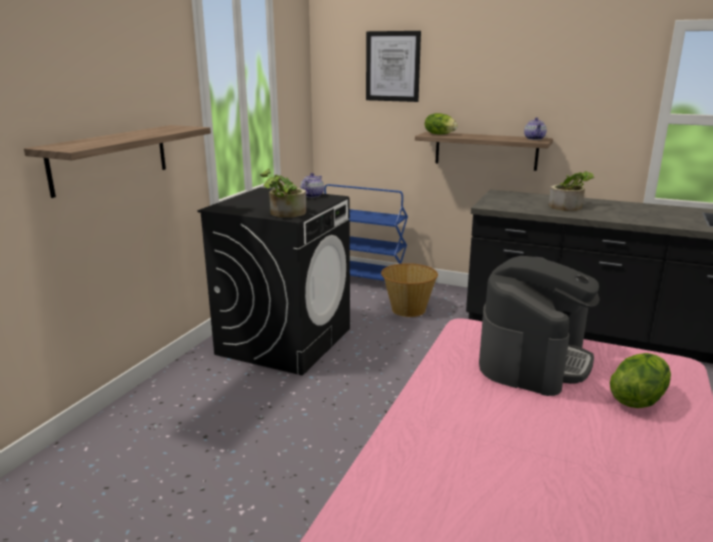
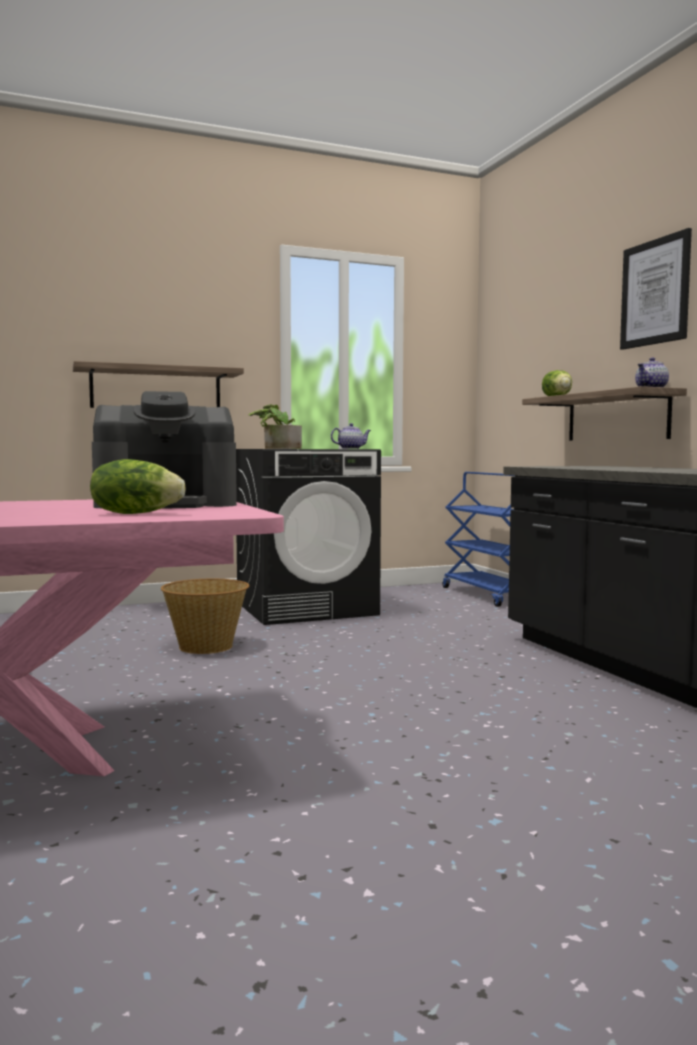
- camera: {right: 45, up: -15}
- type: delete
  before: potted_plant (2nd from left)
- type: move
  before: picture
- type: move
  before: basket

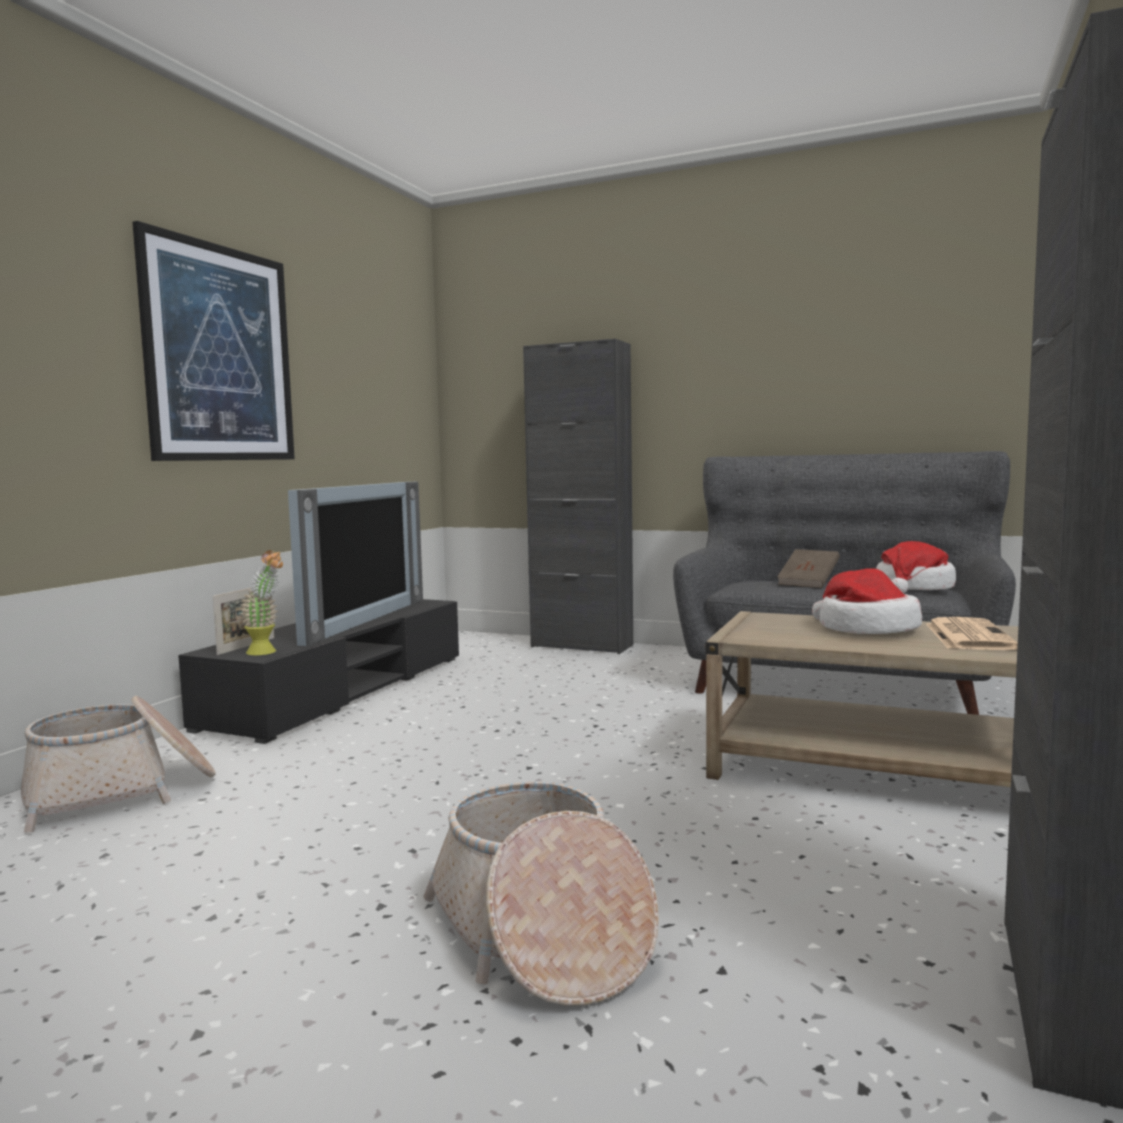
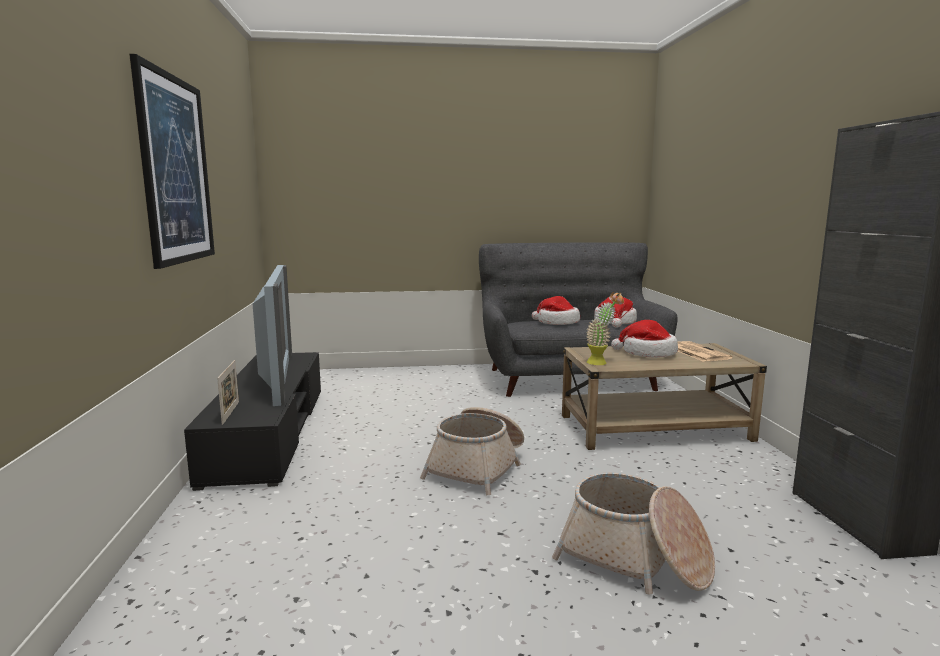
- camera: {right: -30, up: 5}
- type: delete
  before: black_cabinet (1st from left)
- type: move
  before: basket (1st from left)
- type: move
  before: potted_plant
- type: replace
  before: brown_book
  after: hat (1st from left)

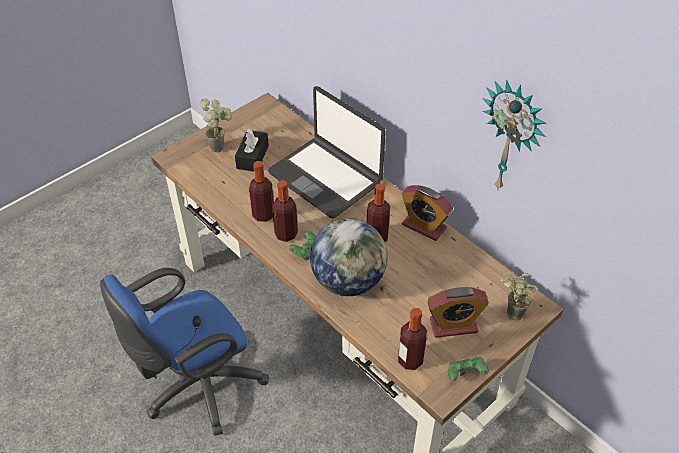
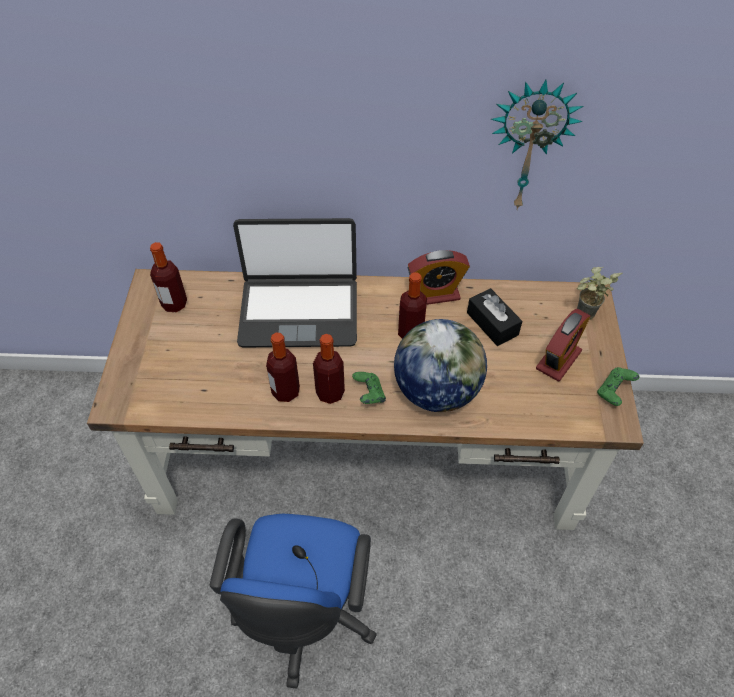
- camera: {right: -45, up: 5}
- type: delete
  before: potted_plant (1st from left)
- type: move
  before: black_tissue_box
- type: move
  before: bottle (4th from left in the first image)
  after: bottle (1st from left)

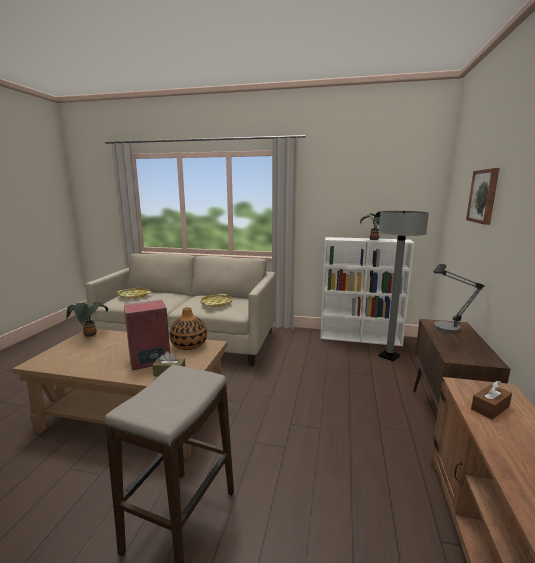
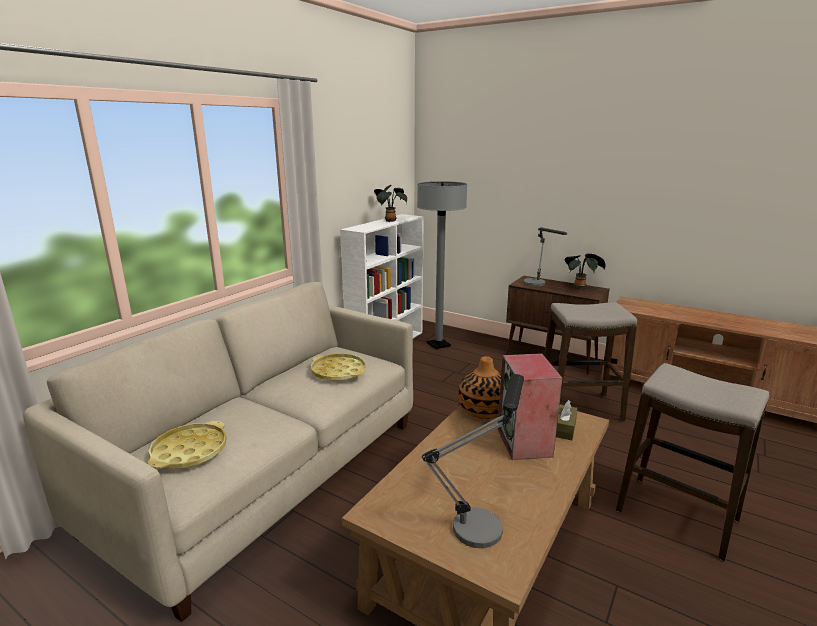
- camera: {right: -70, up: 5}
- type: delete
  before: picture
- type: delete
  before: brown_tissue_box (2nd from left)
- type: insert
  after: table_lamp (1st from left)
- type: insert
  after: stool (1st from left)
- type: move
  before: potted_plant (1st from left in the first image)
  after: potted_plant (2nd from left)

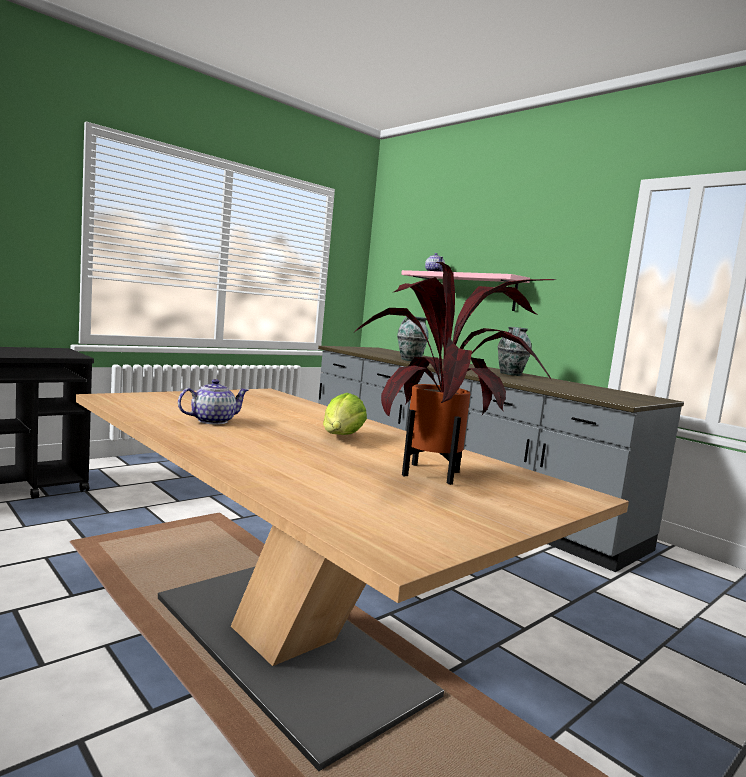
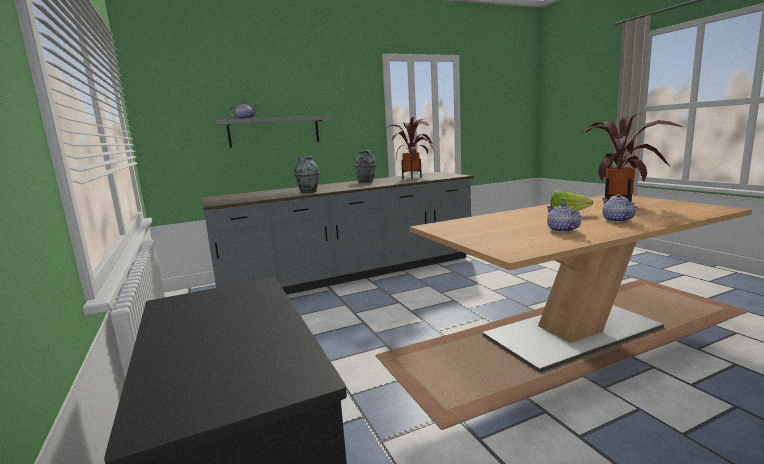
- camera: {right: -70, up: 5}
- type: insert
  after: potted_plant (1st from left)
- type: insert
  after: teapot (3rd from left)
- type: recolor
  before: pink_shelf
  after: grey_shelf

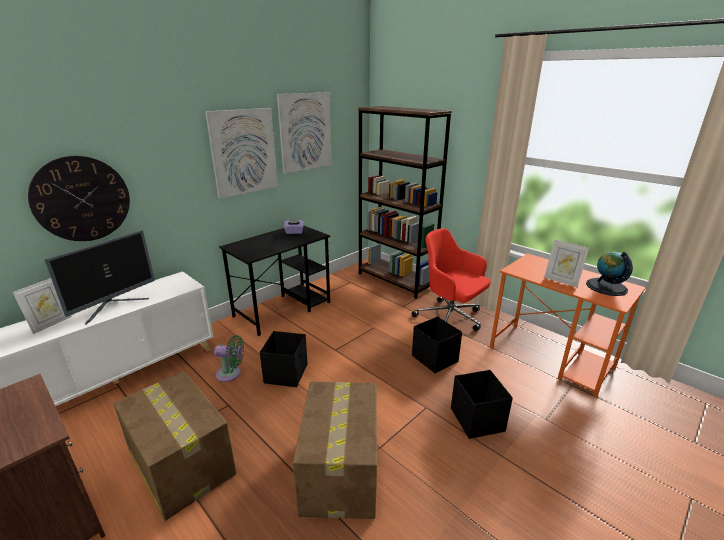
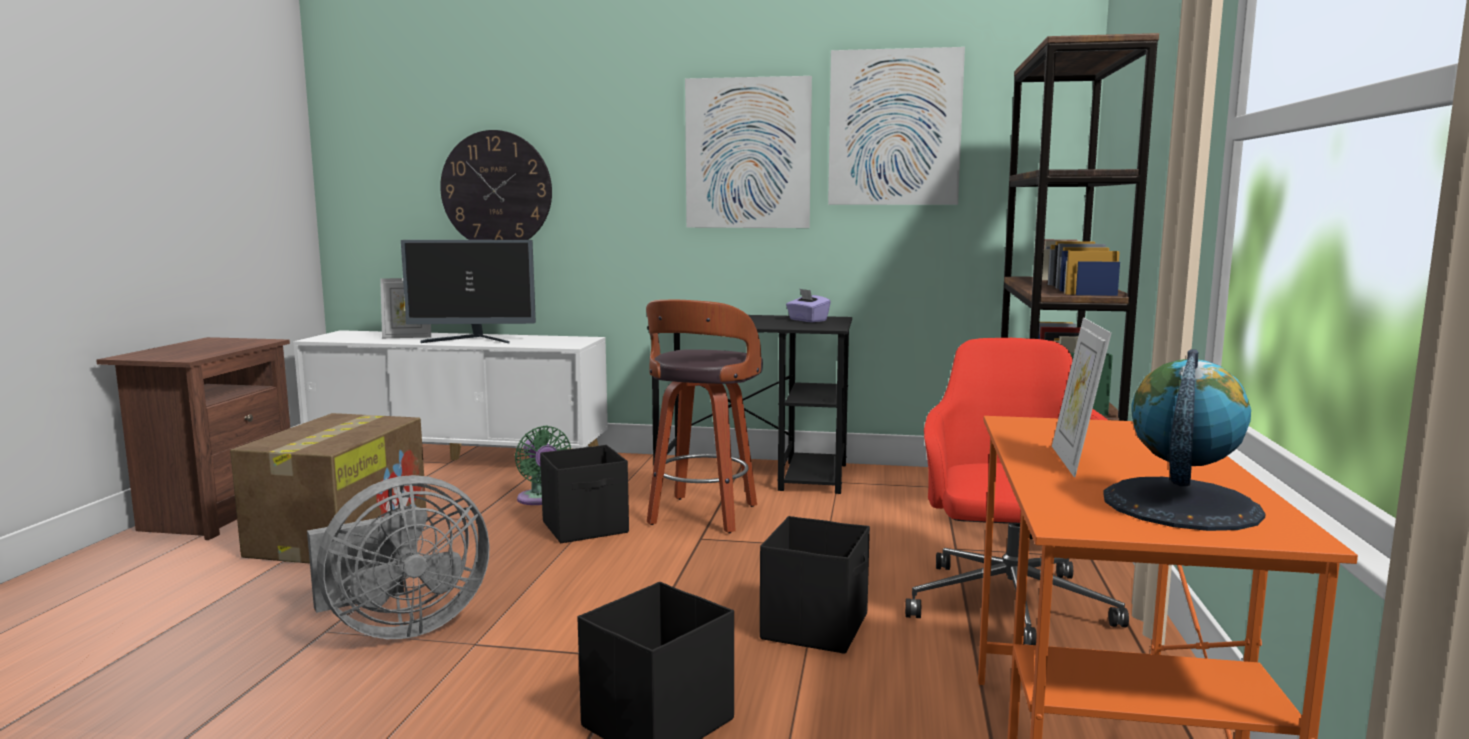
- camera: {right: 55, up: -15}
- type: insert
  after: stool
- type: replace
  before: cardboard_box (2nd from left)
  after: grey_fan

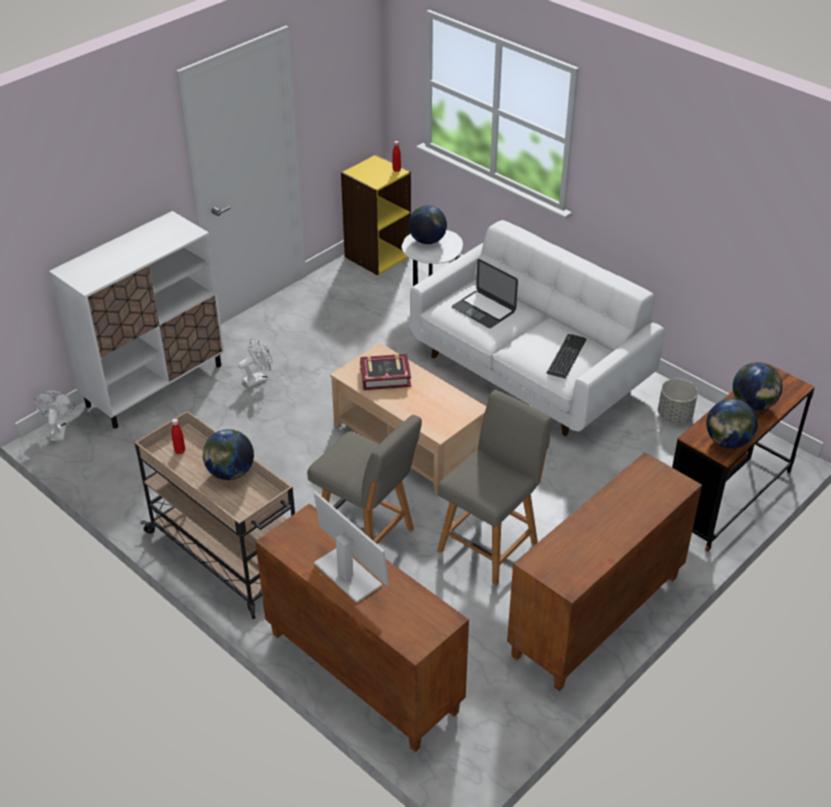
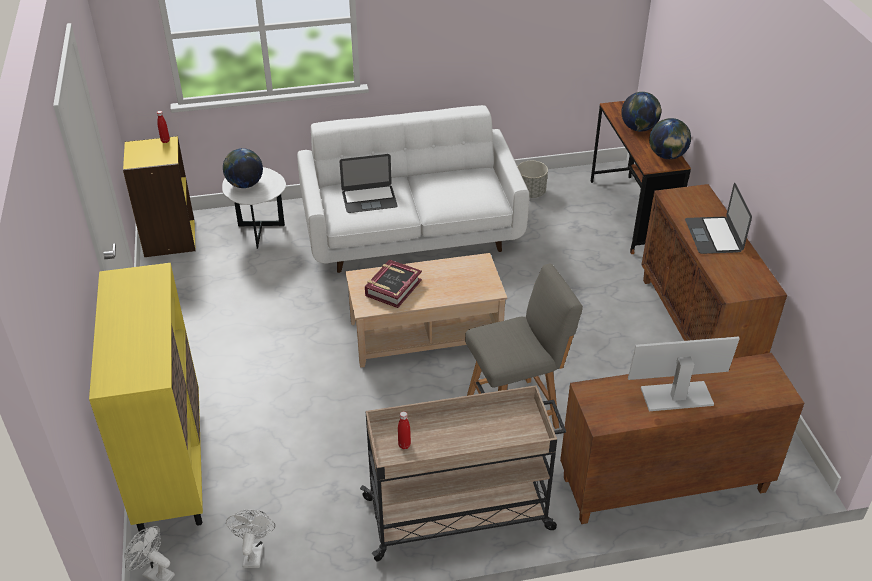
- camera: {right: -55, up: 0}
- type: delete
  before: globe (1st from left)
- type: delete
  before: grey_chair (2nd from left)
- type: delete
  before: keyboard
- type: insert
  after: laptop (2nd from left)
- type: move
  before: white_fan (2nd from left)
- type: recolor
  before: white_cabinet
  after: yellow_cabinet

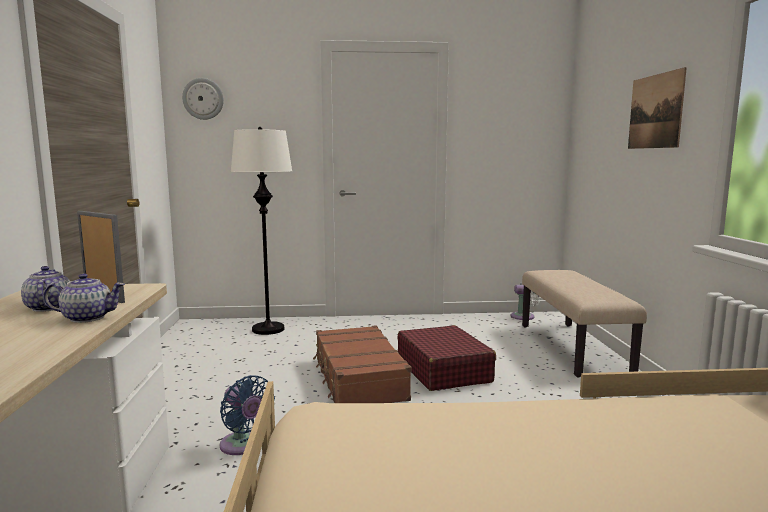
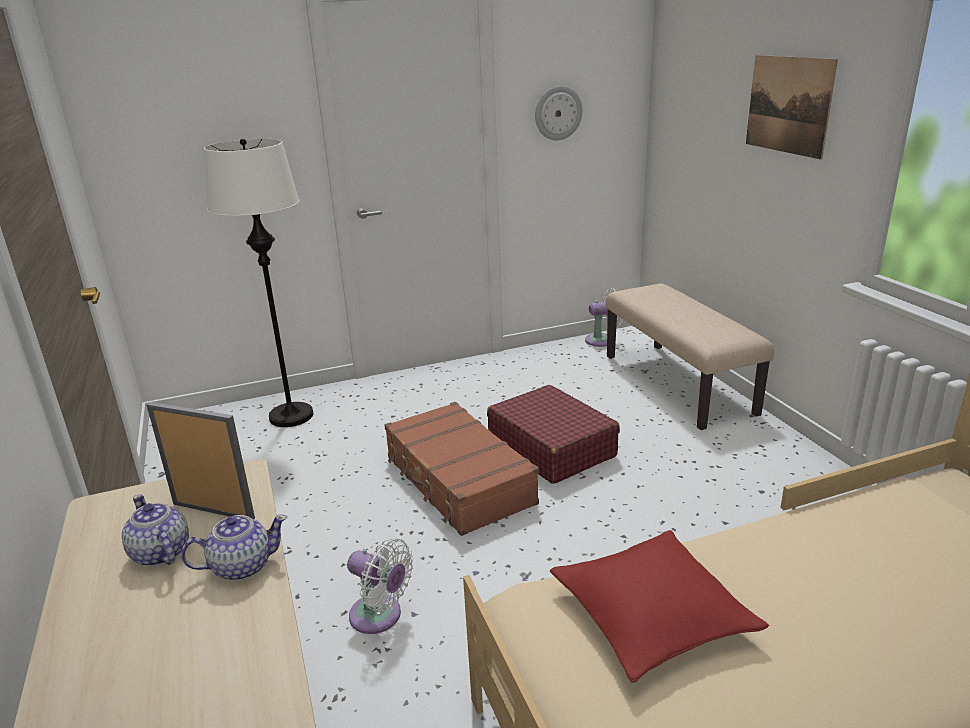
- camera: {right: -15, up: 15}
- type: insert
  after: red_pillow
- type: move
  before: wall_clock
- type: recolor
  before: blue_fan
  after: white_fan (1st from left)

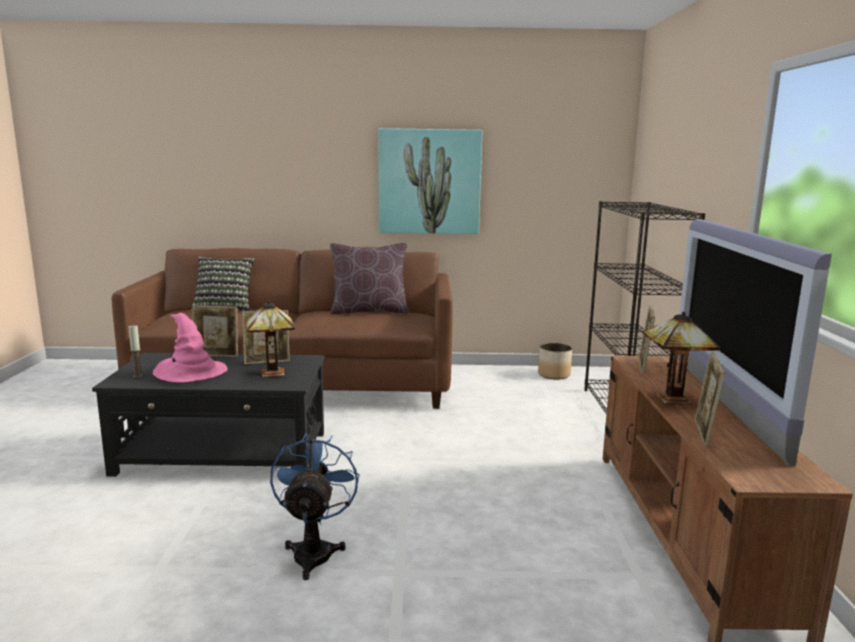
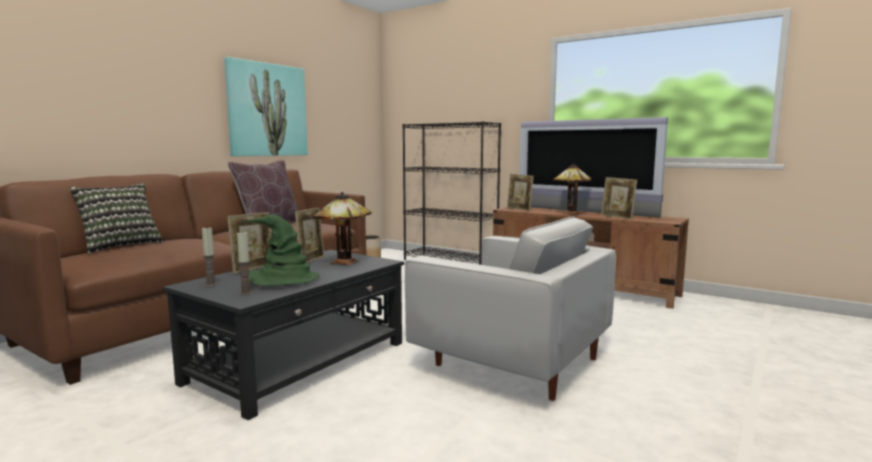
- camera: {right: -55, up: -5}
- type: insert
  after: candle (1st from left)
- type: replace
  before: blue_fan
  after: white_armchair
- type: recolor
  before: pink_hat
  after: green_hat

